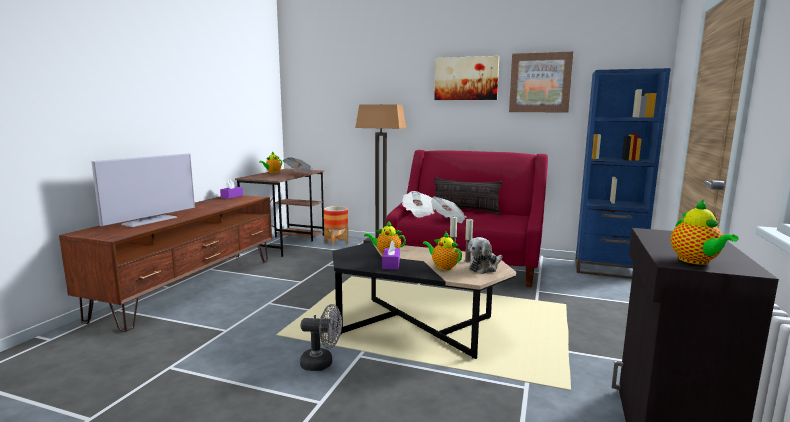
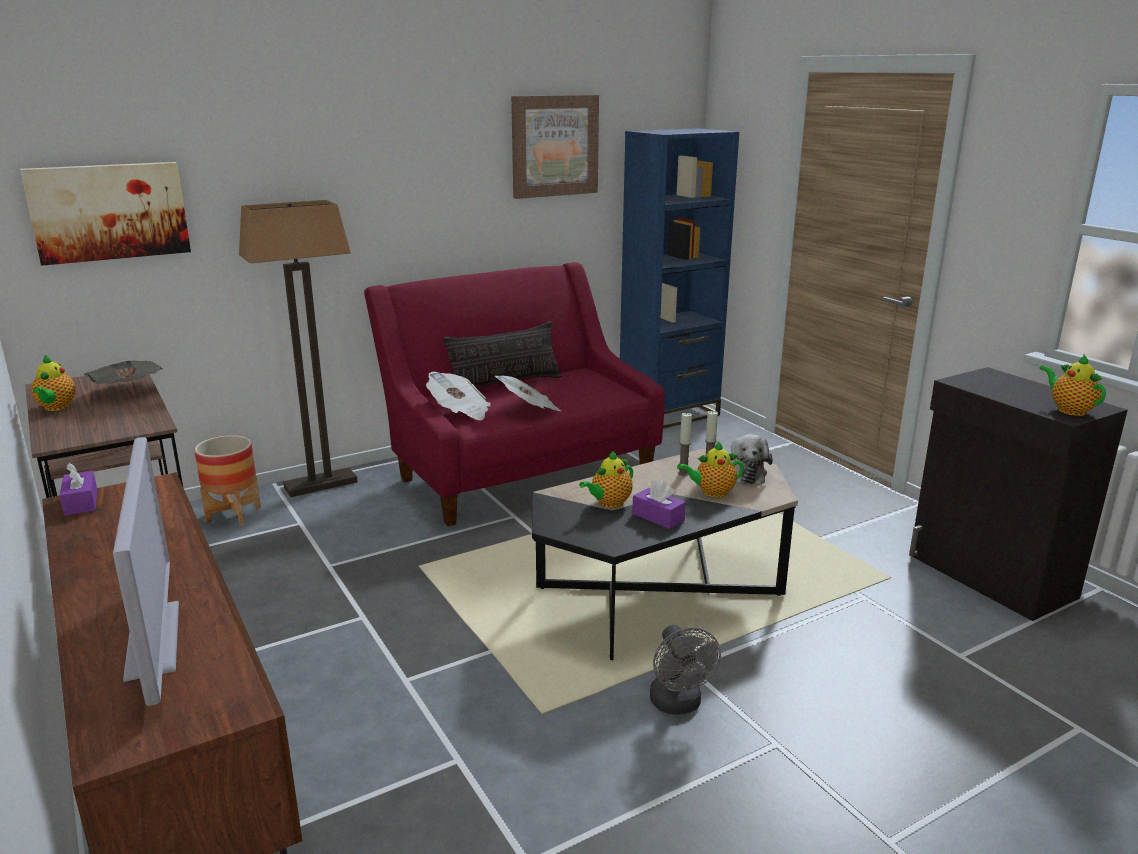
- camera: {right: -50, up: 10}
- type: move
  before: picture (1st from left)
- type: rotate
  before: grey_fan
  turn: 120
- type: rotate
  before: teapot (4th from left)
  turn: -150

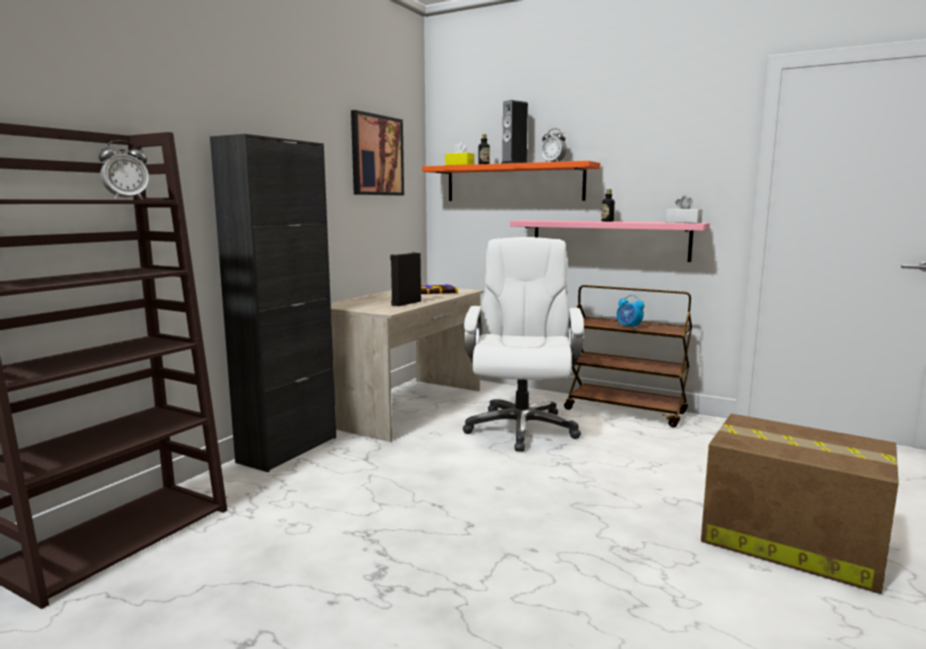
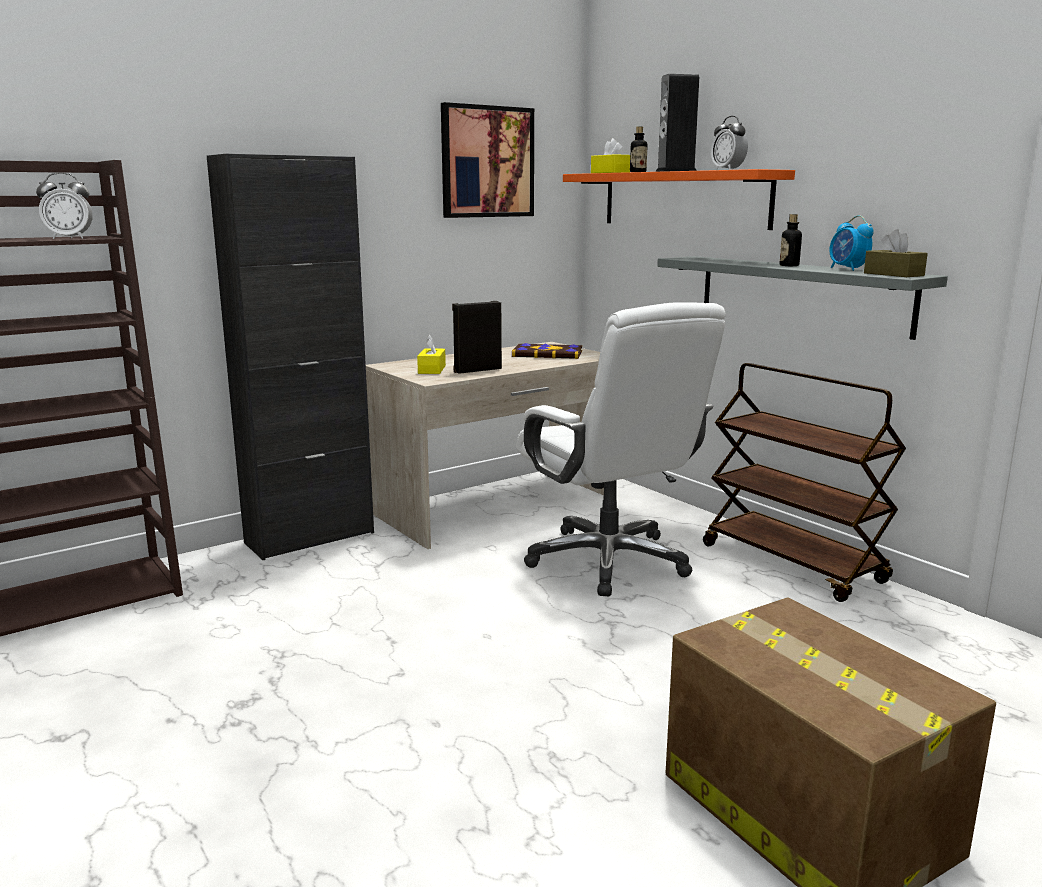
- camera: {right: 25, up: 5}
- type: insert
  after: yellow_tissue_box (1st from left)
- type: move
  before: alarm_clock (3rd from left)
- type: recolor
  before: pink_shelf
  after: grey_shelf
- type: recolor
  before: white_tissue_box
  after: brown_tissue_box
- type: rotate
  before: white_office_chair
  turn: 120

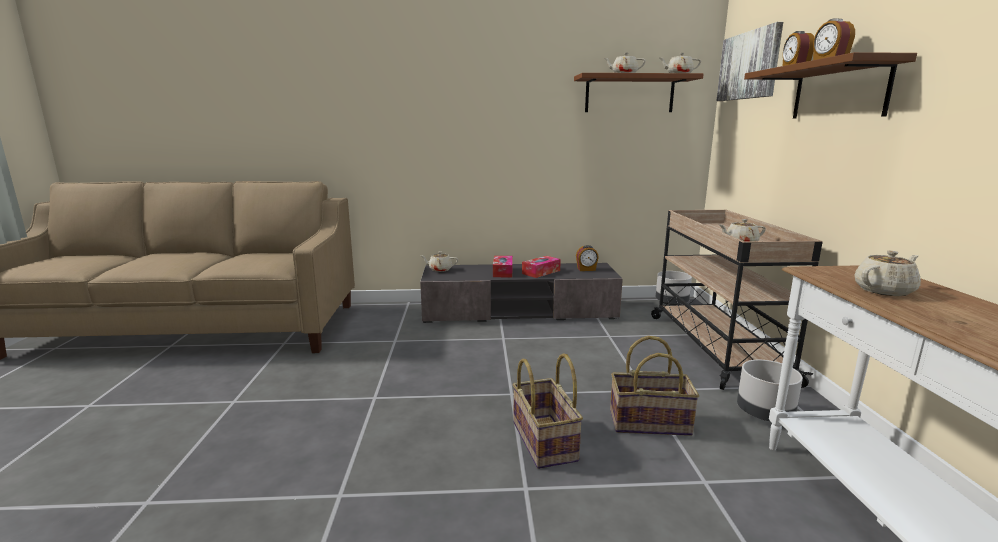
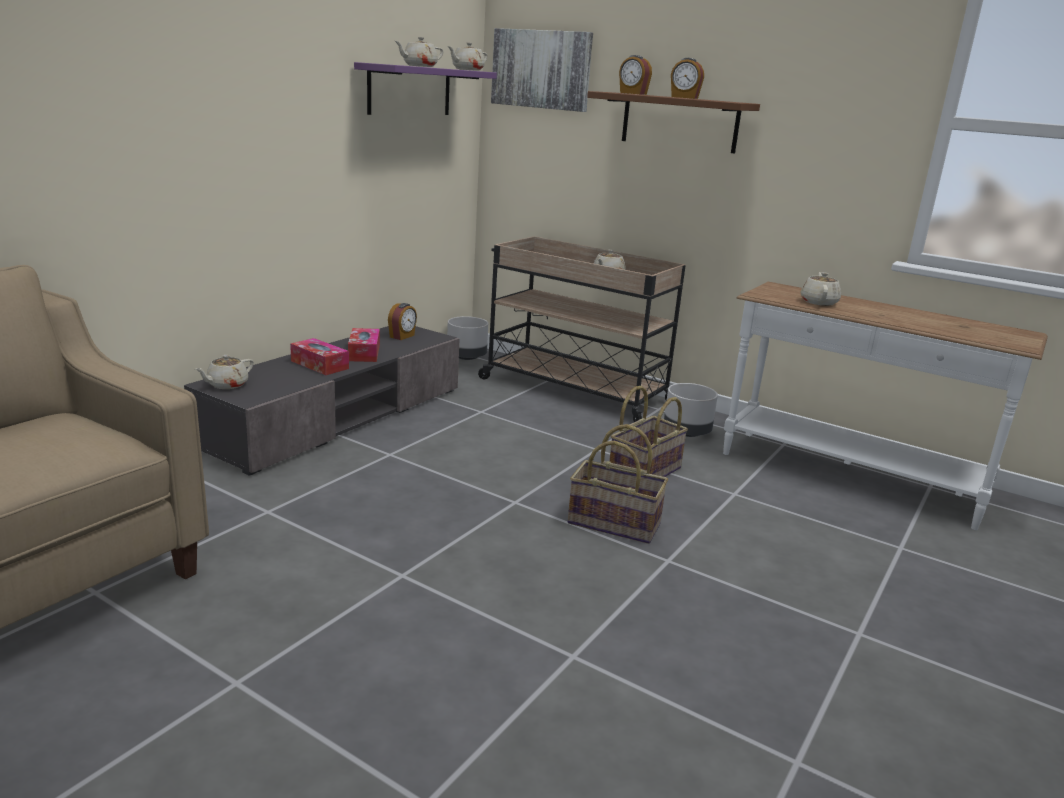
- camera: {right: -55, up: 5}
- type: recolor
  before: brown_shelf (1st from left)
  after: purple_shelf

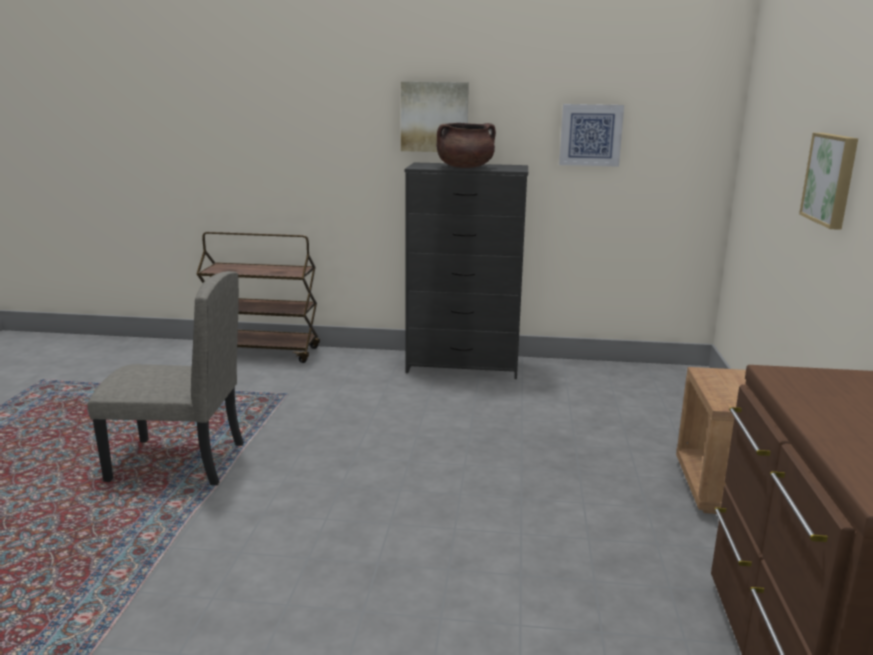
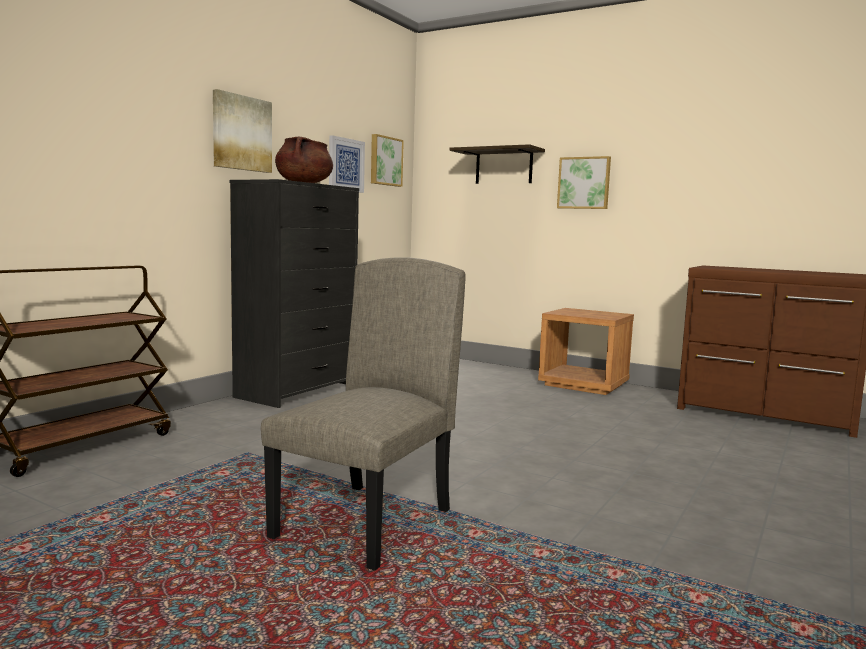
- camera: {right: -65, up: -10}
- type: insert
  after: picture (3rd from left)
- type: insert
  after: shelf

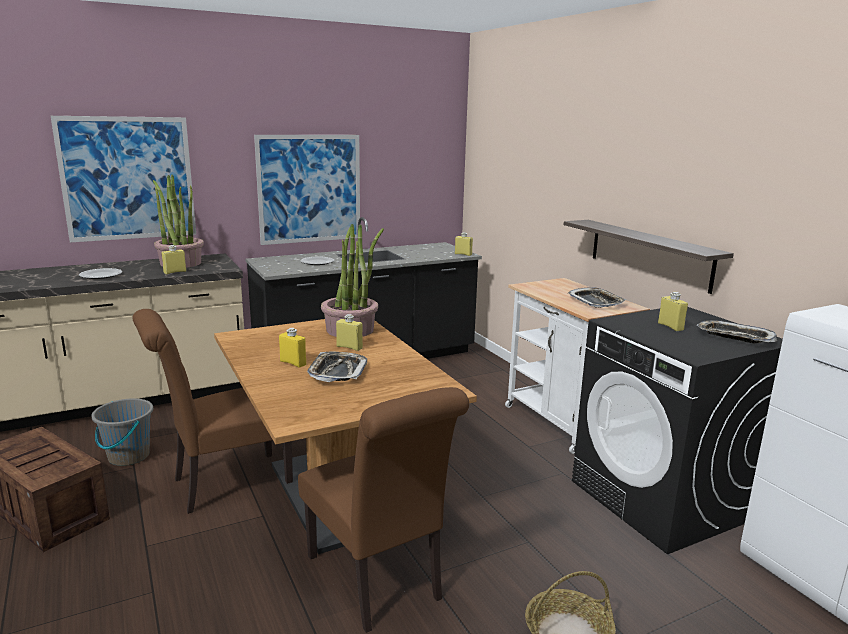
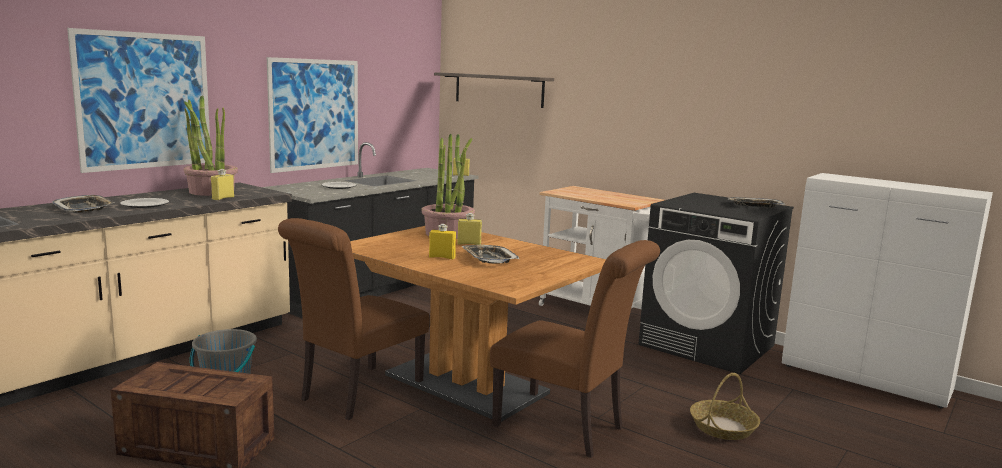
- camera: {right: -25, up: -5}
- type: delete
  before: yellow_bottle (5th from left)
- type: move
  before: shelf
- type: move
  before: tray (2nd from left in the first image)
  after: tray (1st from left)

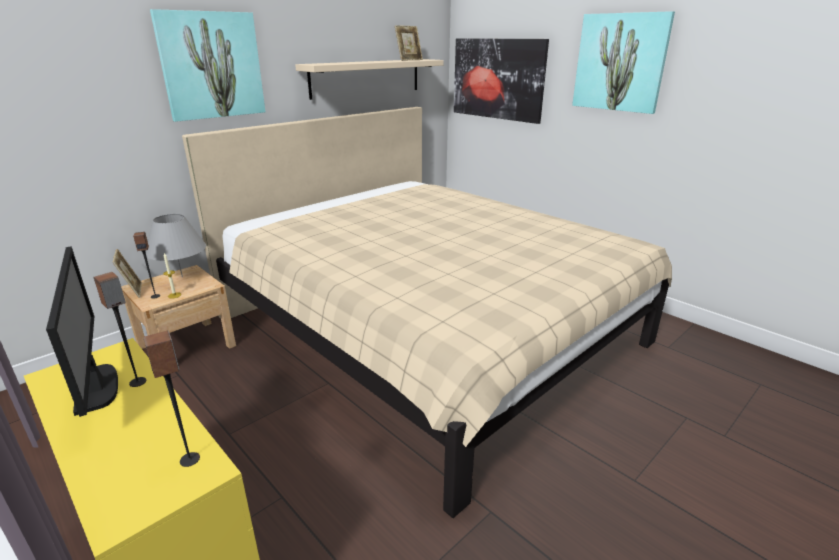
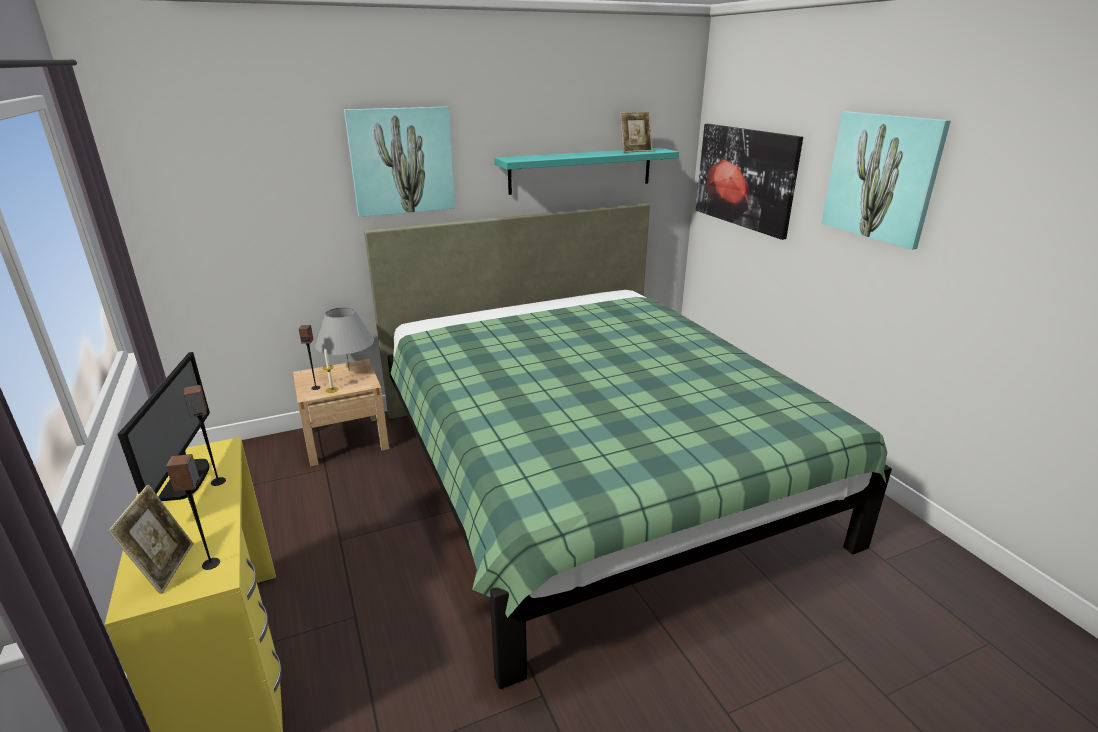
- camera: {right: 20, up: 0}
- type: move
  before: picture_frame (1st from left)
- type: recolor
  before: beige_bed
  after: green_bed
- type: recolor
  before: beige_shelf
  after: turquoise_shelf

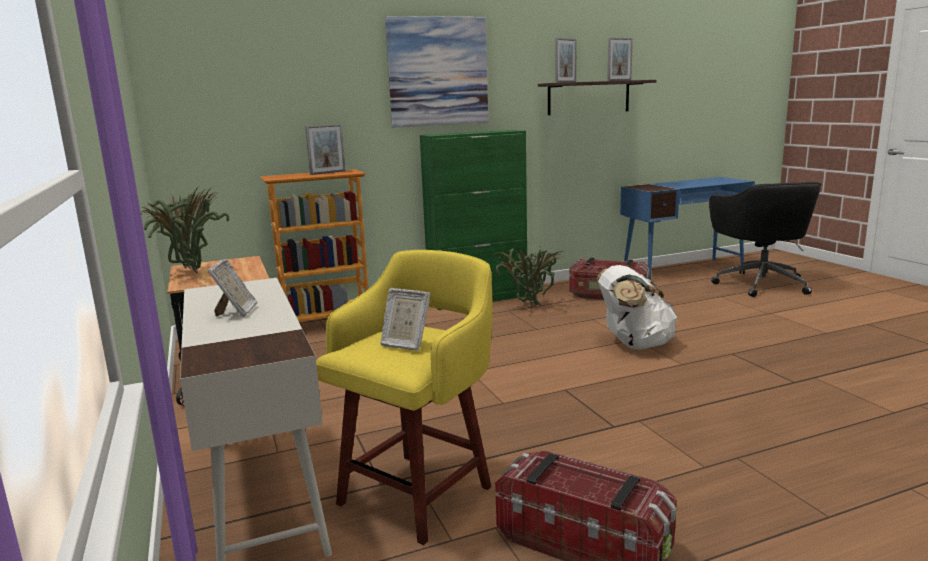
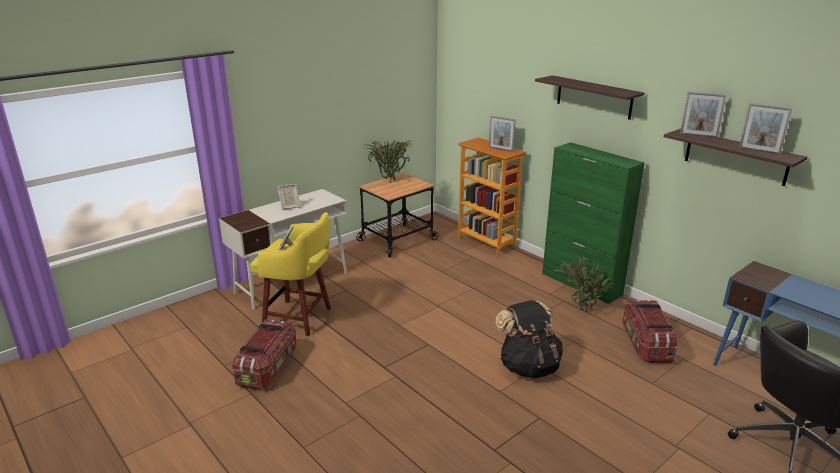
- camera: {right: 70, up: 10}
- type: replace
  before: picture
  after: shelf (1st from left)
- type: recolor
  before: white_backpack
  after: black_backpack

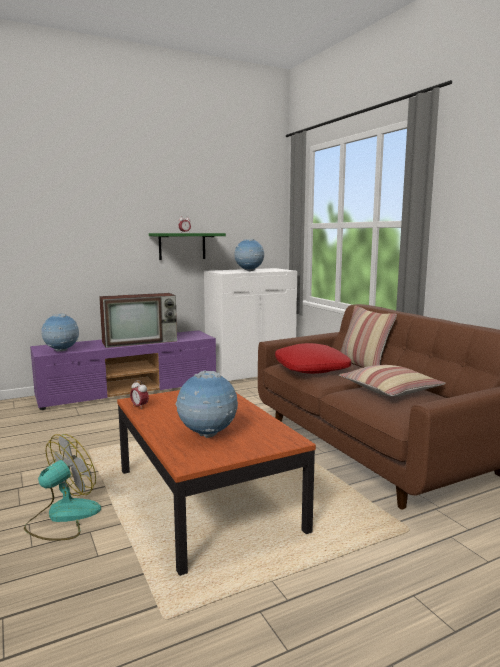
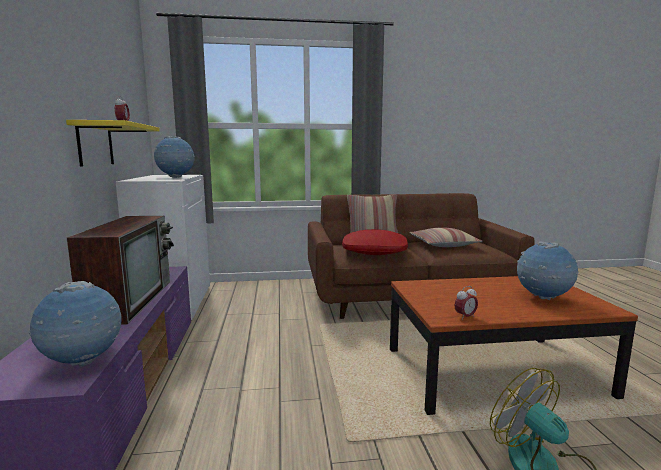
- camera: {right: -70, up: 0}
- type: recolor
  before: green_shelf
  after: yellow_shelf

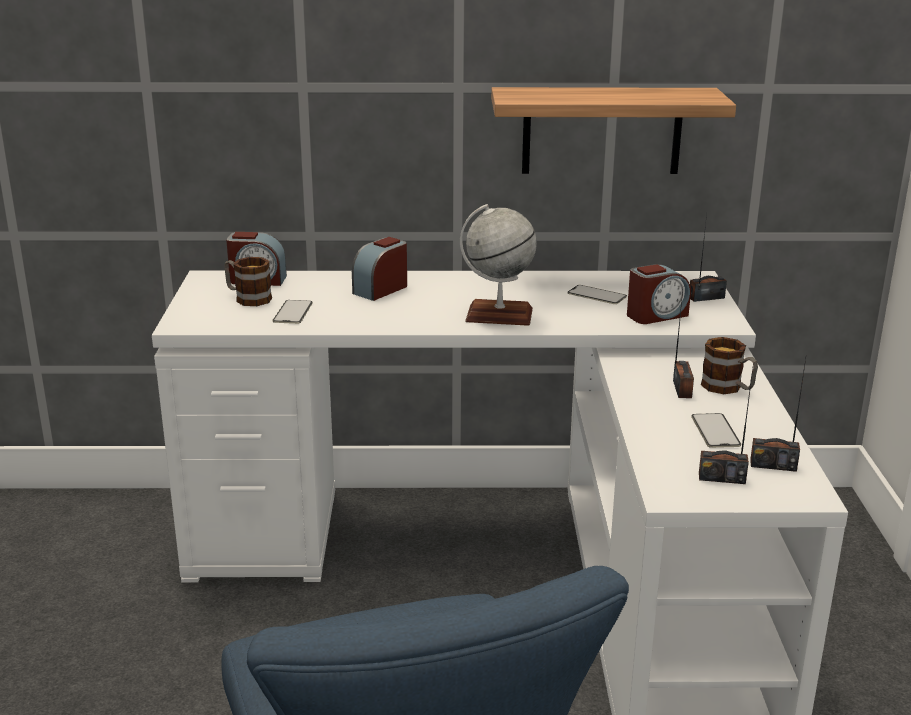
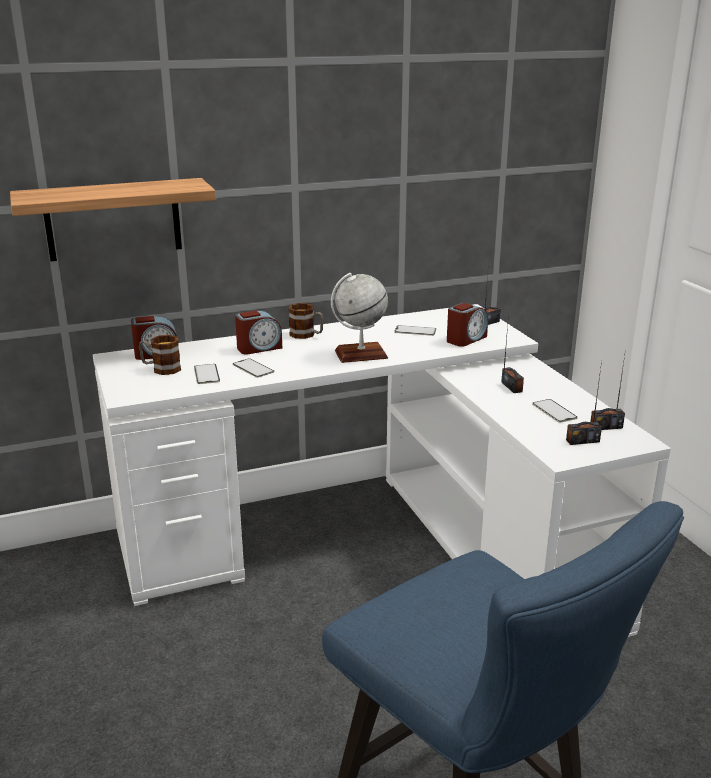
- camera: {right: -20, up: 0}
- type: insert
  after: phone (2nd from left)
- type: move
  before: shelf
- type: move
  before: mug (2nd from left)
- type: rotate
  before: alarm_clock (2nd from left)
  turn: -135

